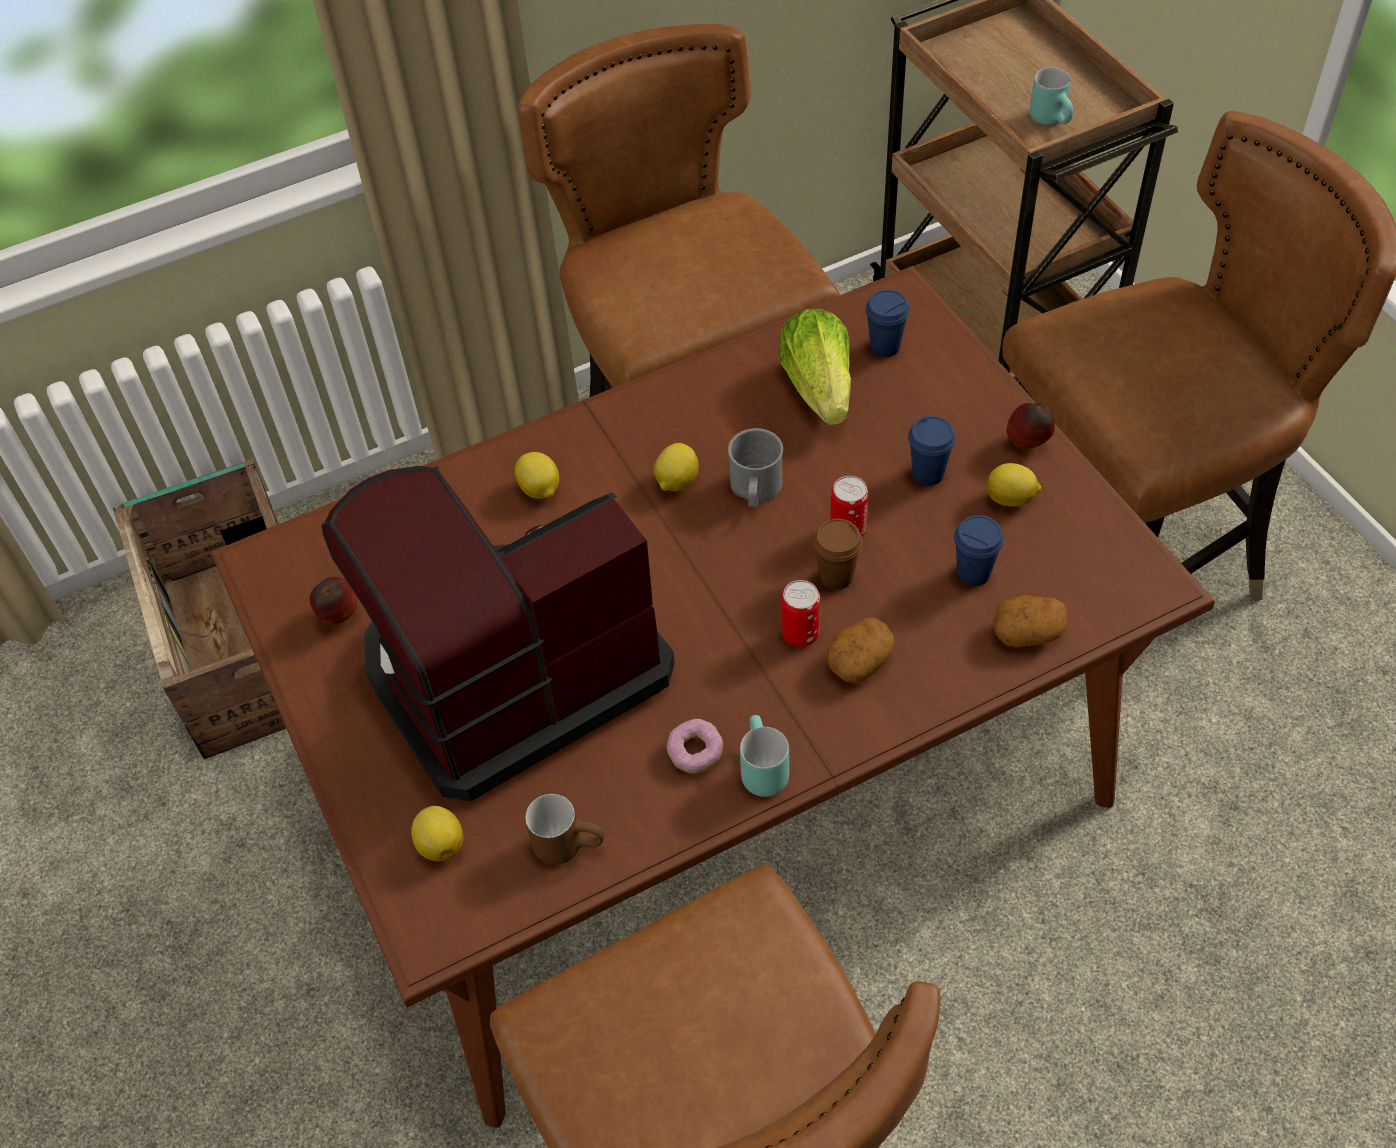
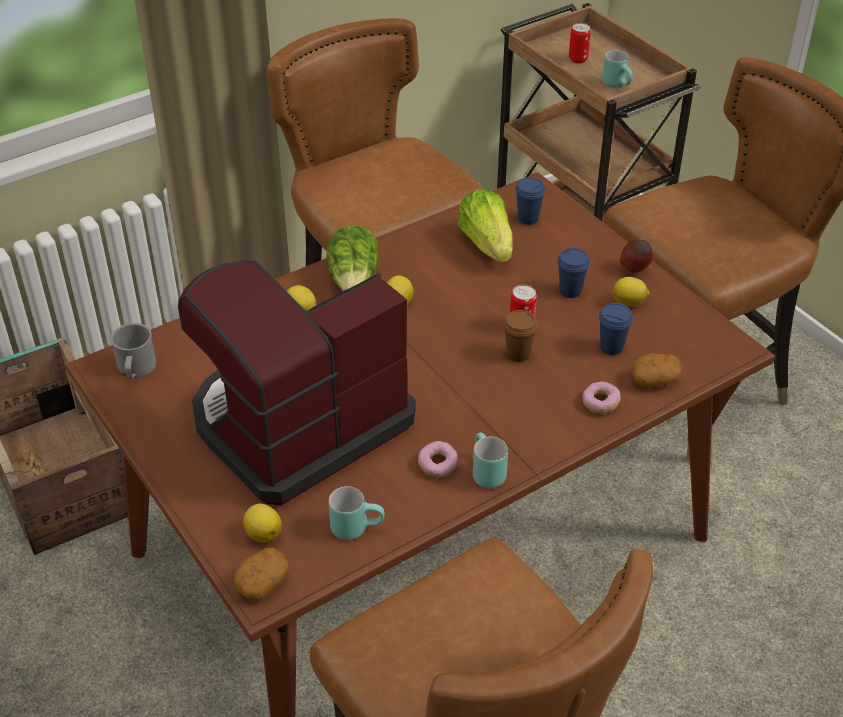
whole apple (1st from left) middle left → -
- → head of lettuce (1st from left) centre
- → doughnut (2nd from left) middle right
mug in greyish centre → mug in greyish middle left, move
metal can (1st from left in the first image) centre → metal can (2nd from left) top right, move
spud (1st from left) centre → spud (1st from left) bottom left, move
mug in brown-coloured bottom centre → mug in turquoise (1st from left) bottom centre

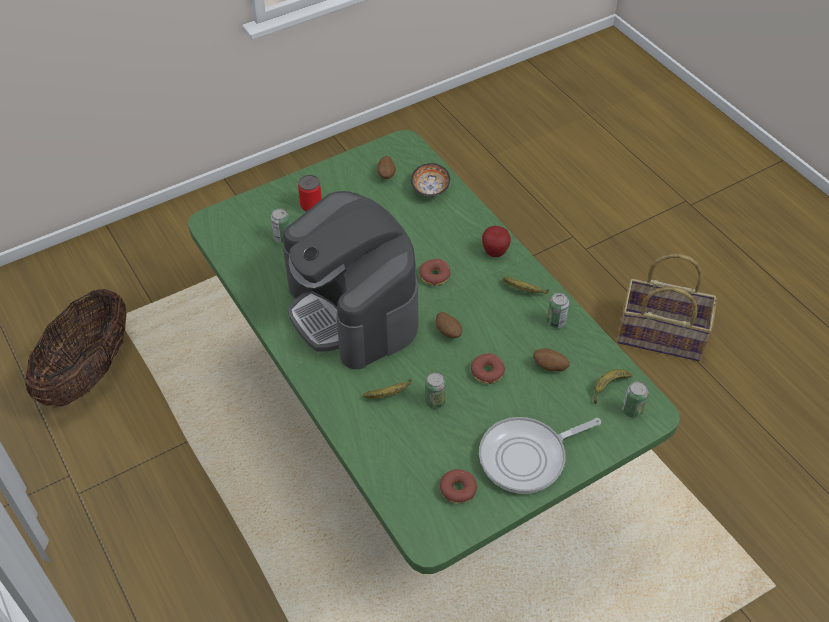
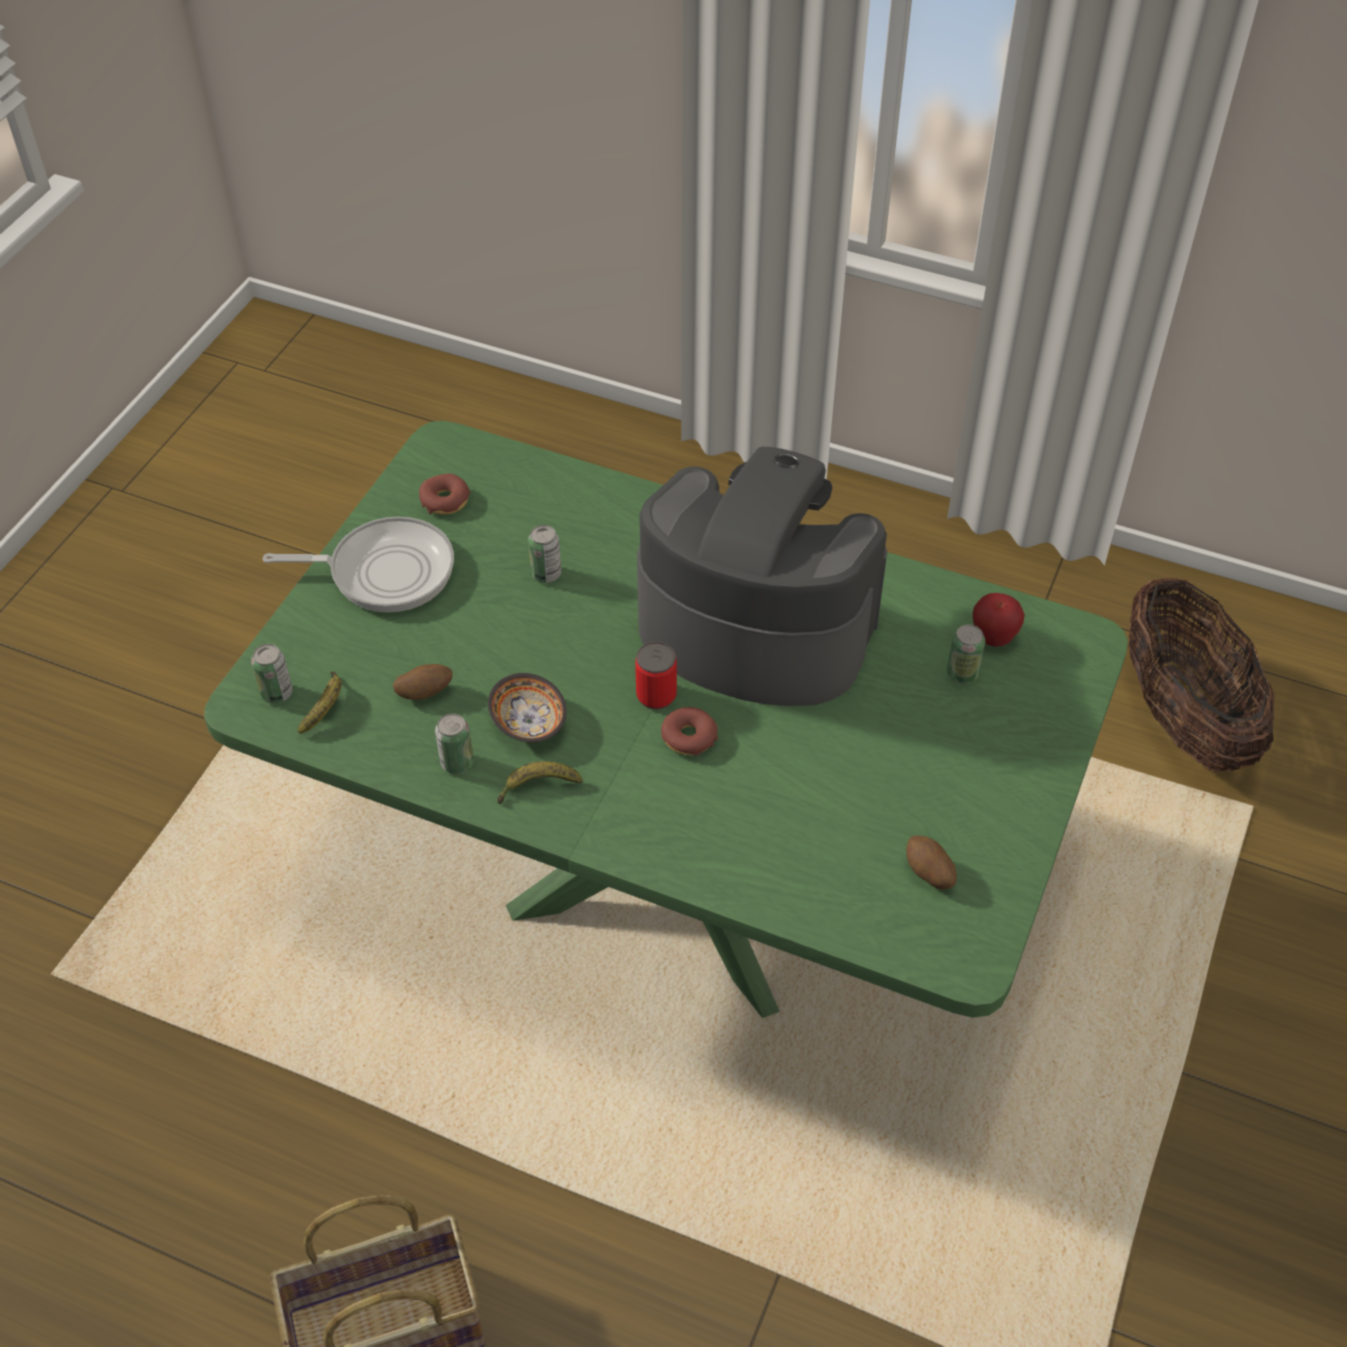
banana fruit (1st from left) centre → -
spud (2nd from left) centre → -
doughnut (3rd from left) centre → -
metal can (2nd from left in the first image) top centre → metal can (4th from left) centre, move
deep dish top centre → deep dish centre, move
whole apple centre → whole apple middle right, move
pan bottom centre → pan middle left, 60 degrees clockwise

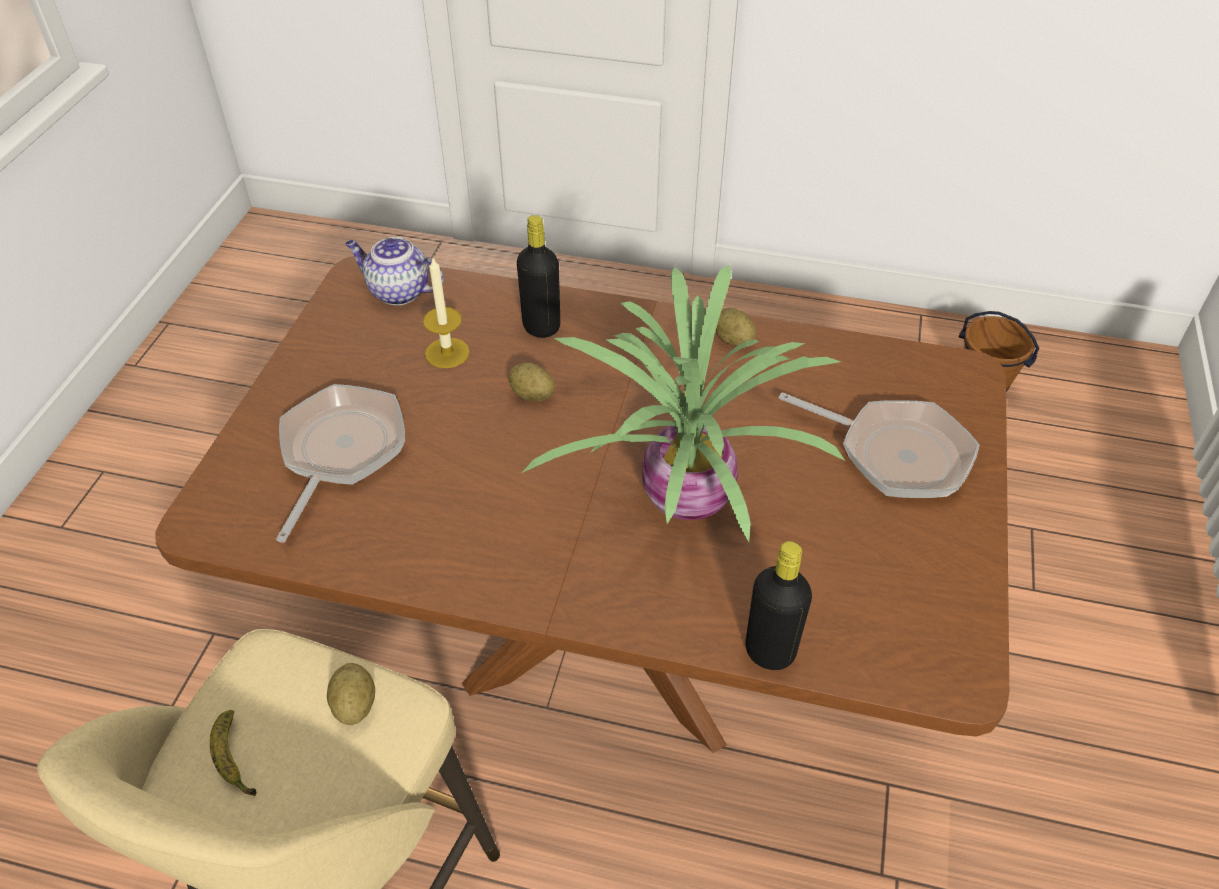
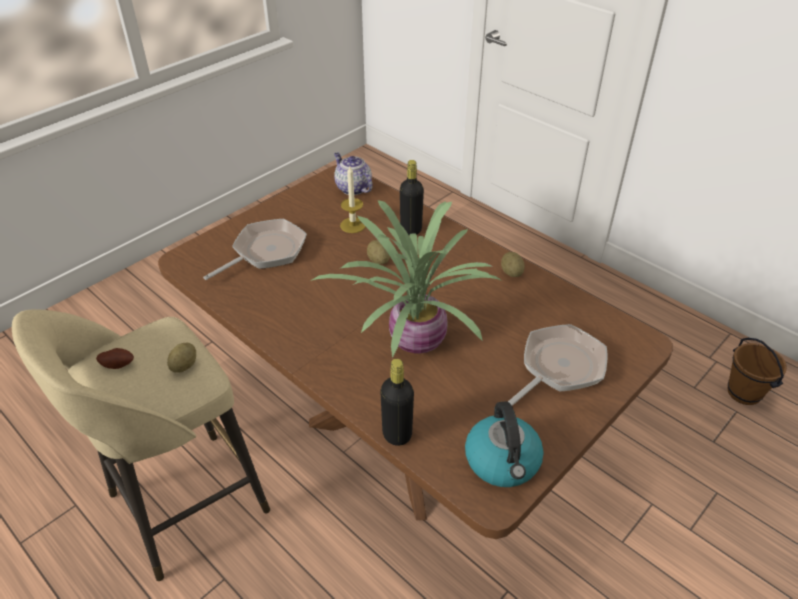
- → kettle bottom centre
banana fruit bottom left → spud (1st from left) middle left
pan (2nd from left) middle right, 105 degrees counterclockwise

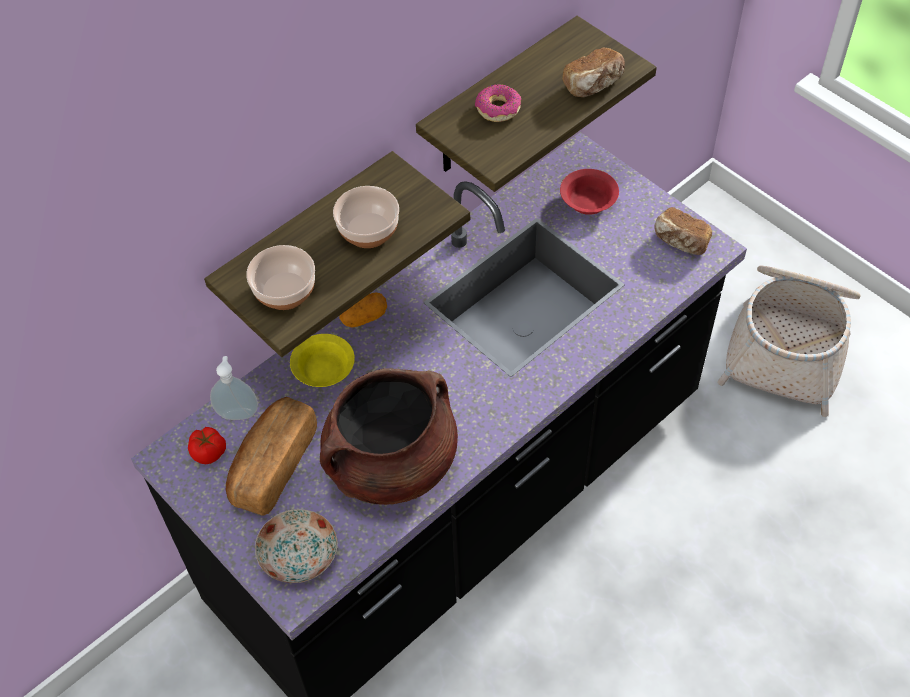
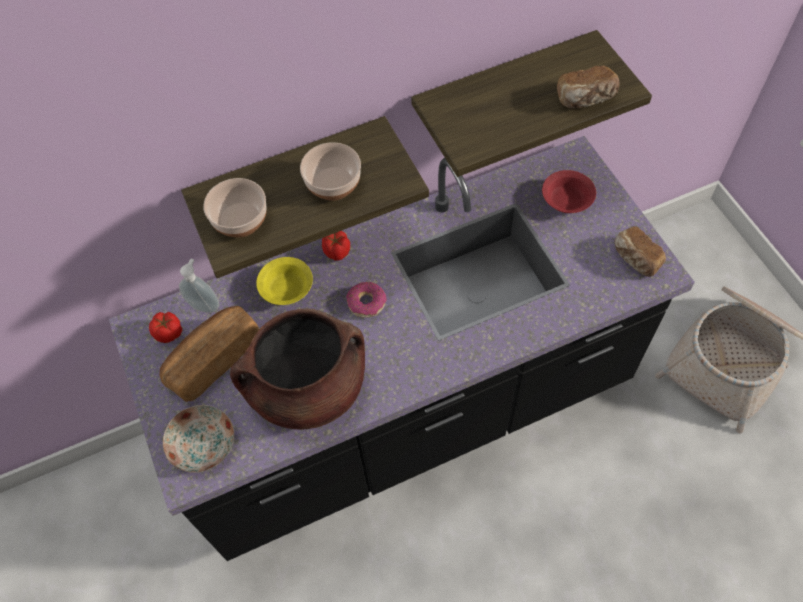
doughnut top centre → doughnut centre, move
spud centre → whole tomato (2nd from left) centre

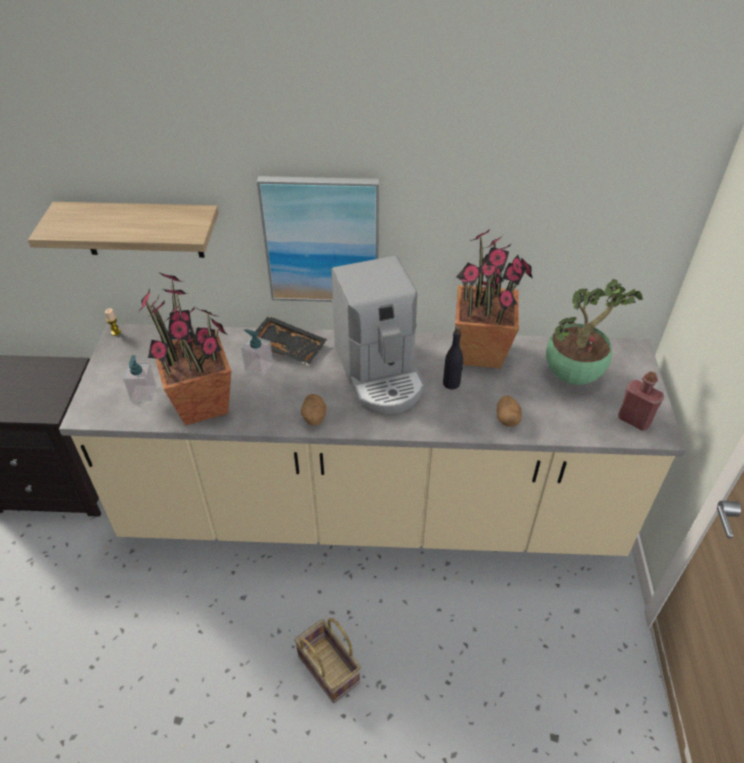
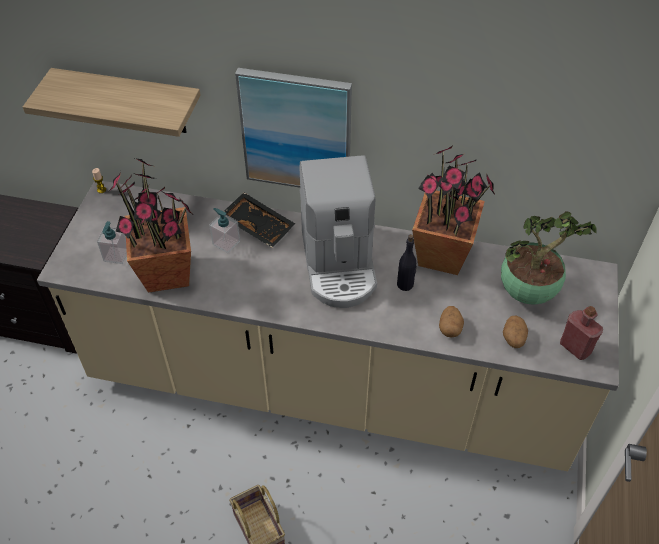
spud (1st from left in the first image) centre → spud (2nd from left) middle right, move

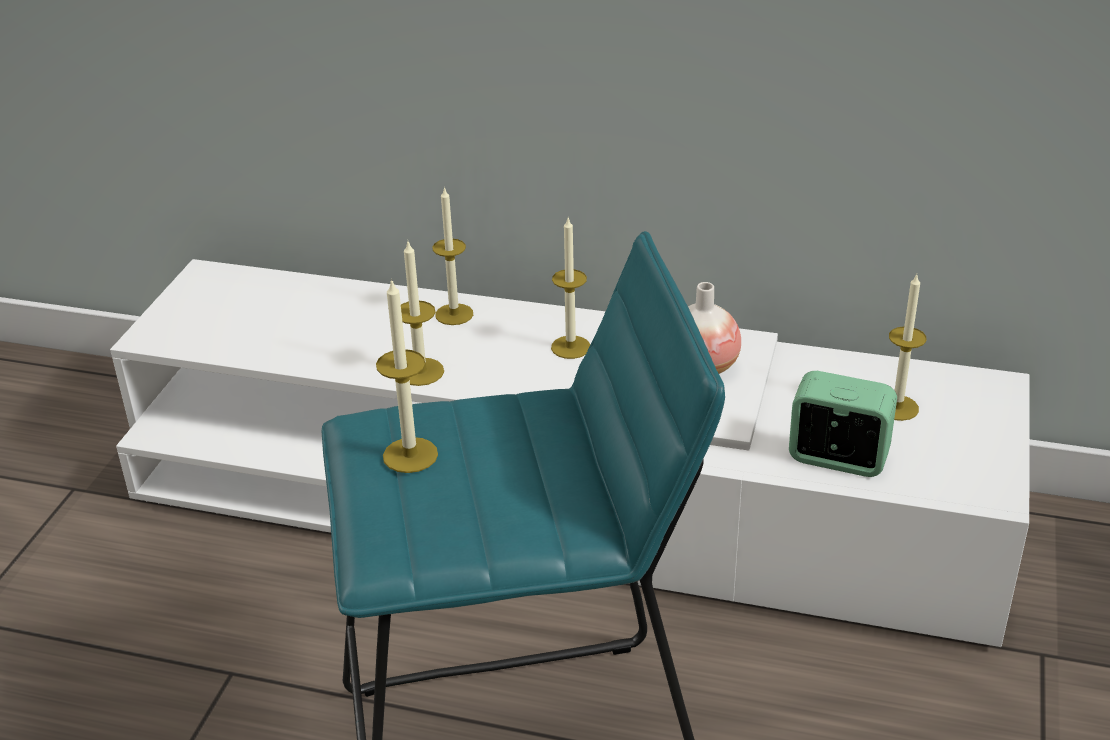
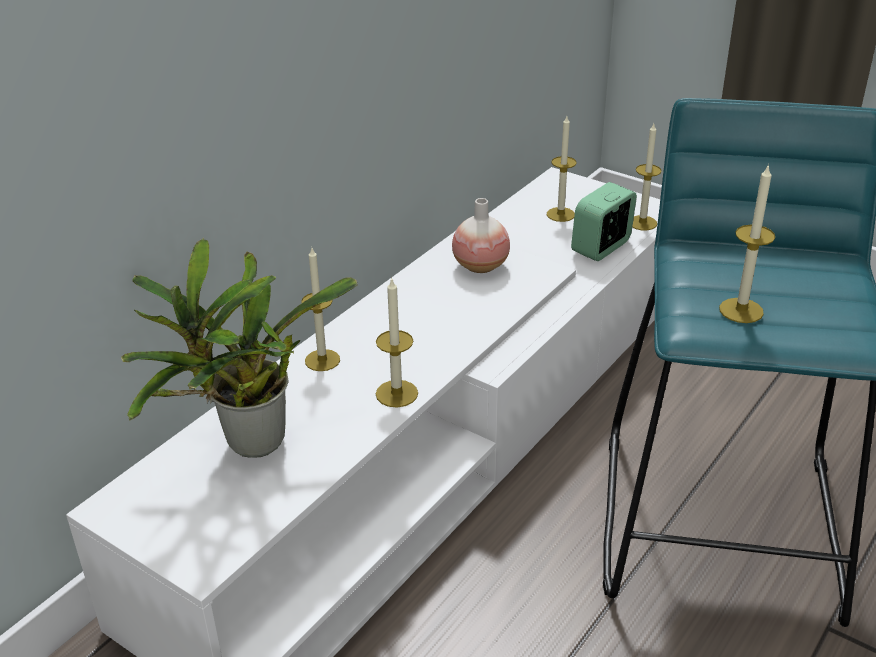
- → plant in a pot middle left
wax candle (4th from left) centre → wax candle (4th from left) top right, move

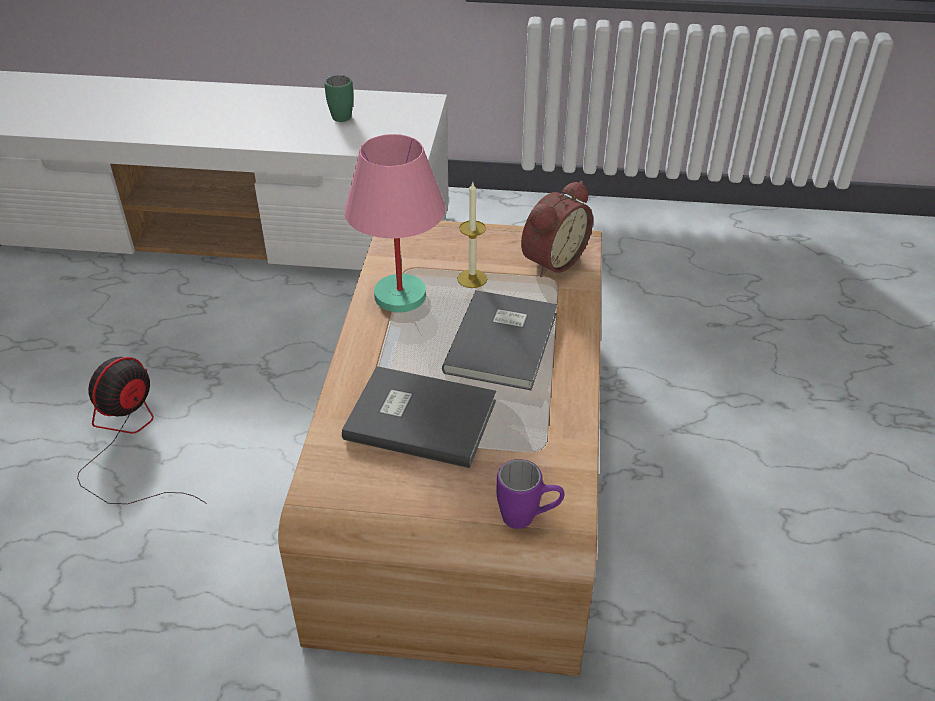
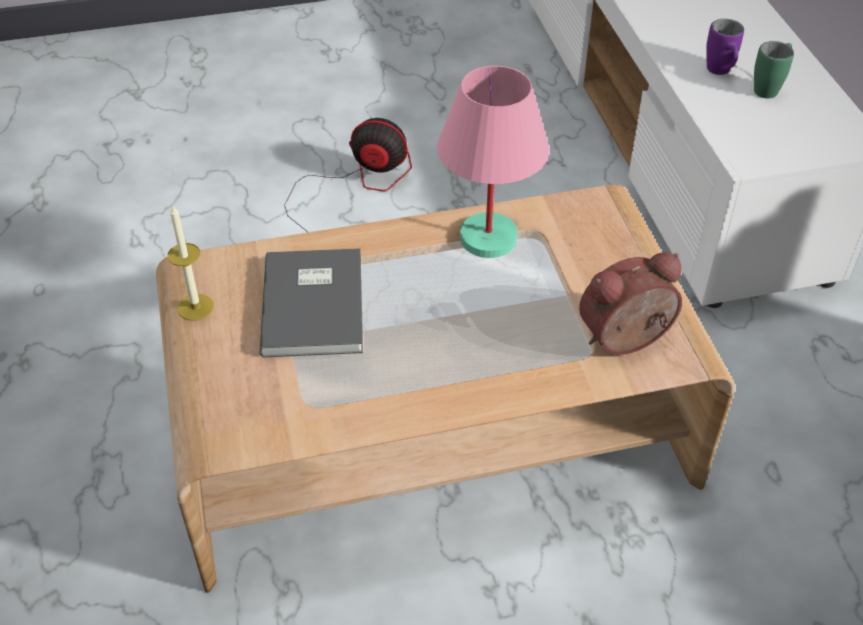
book in greyish (2nd from left) centre → -
wax candle centre → wax candle middle left, move
mug in purplish bottom centre → mug in purplish top right, move
alarm clock top centre → alarm clock middle right, 135 degrees clockwise

